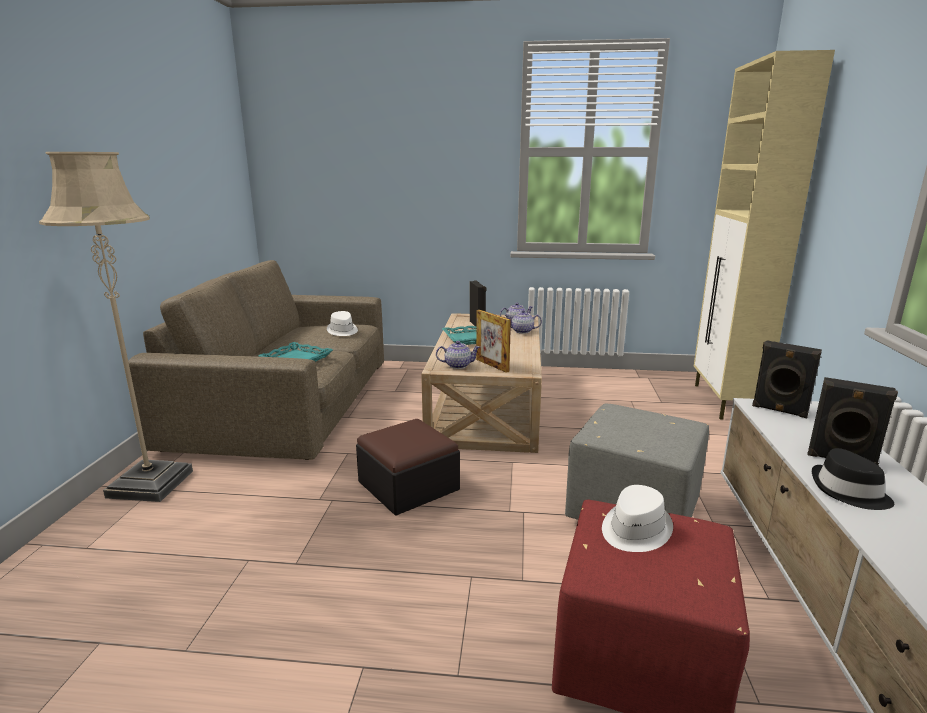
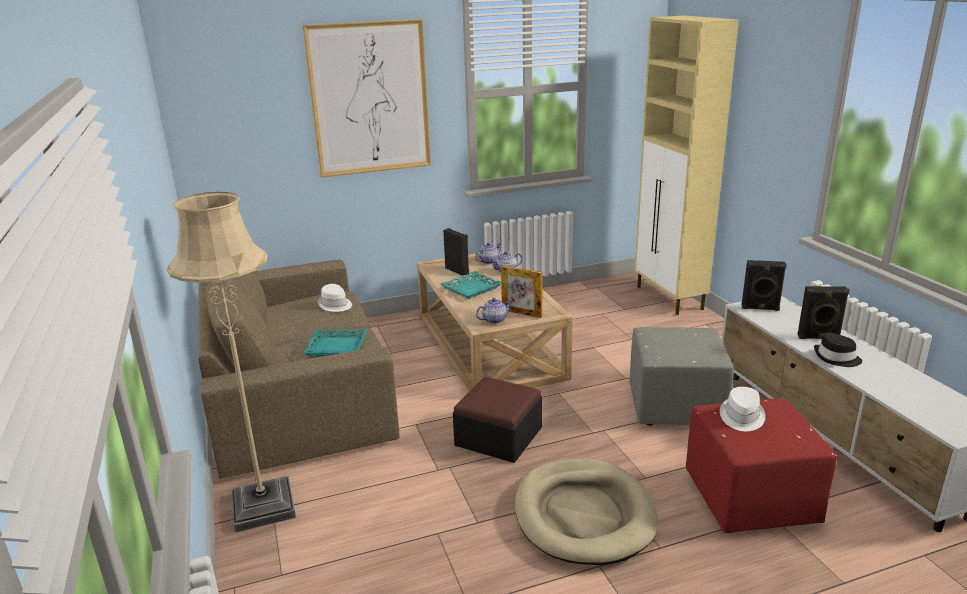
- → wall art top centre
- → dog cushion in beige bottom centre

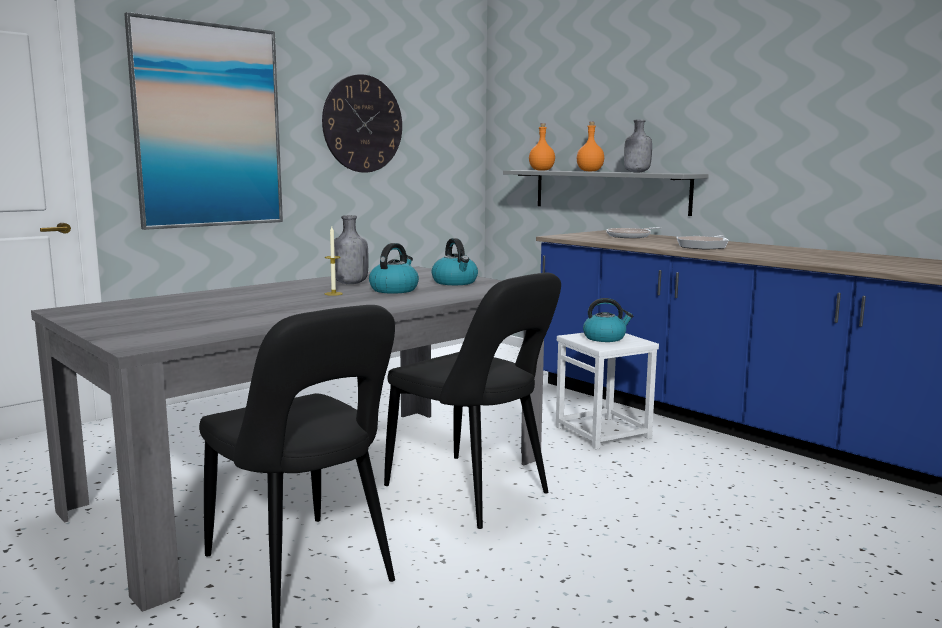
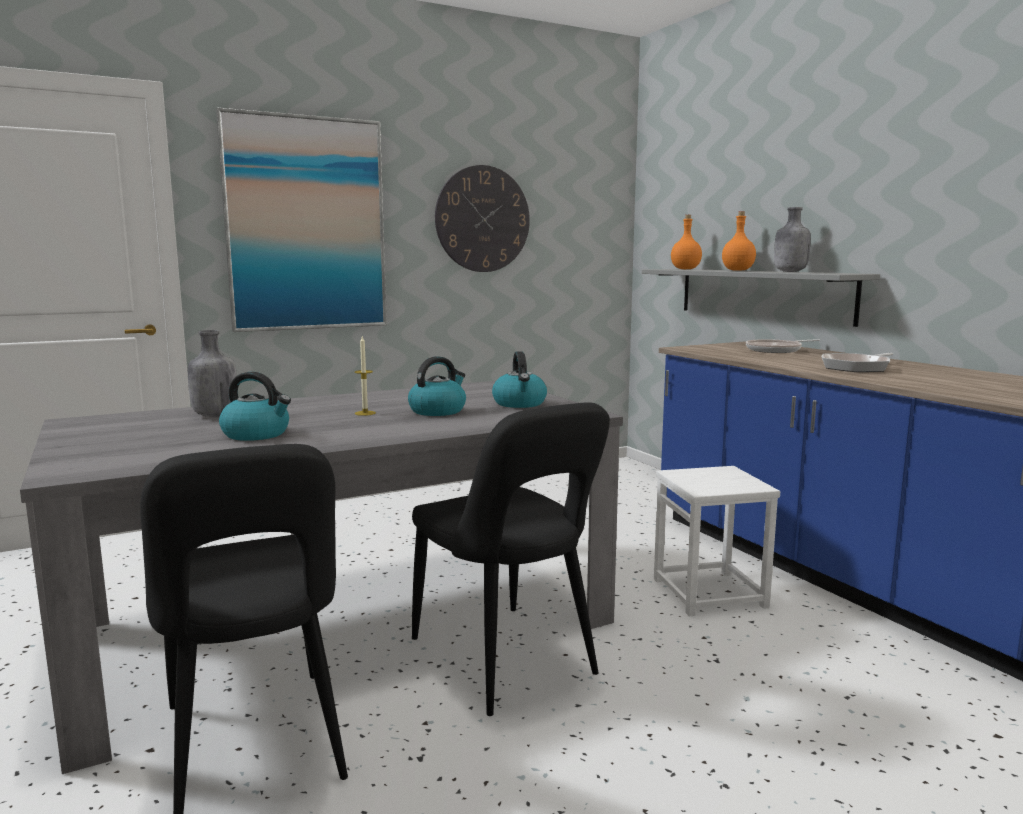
beverage bottle in greyish (1st from left) centre → beverage bottle in greyish (1st from left) middle left, move
kettle (3rd from left in the first image) centre → kettle (1st from left) middle left, move

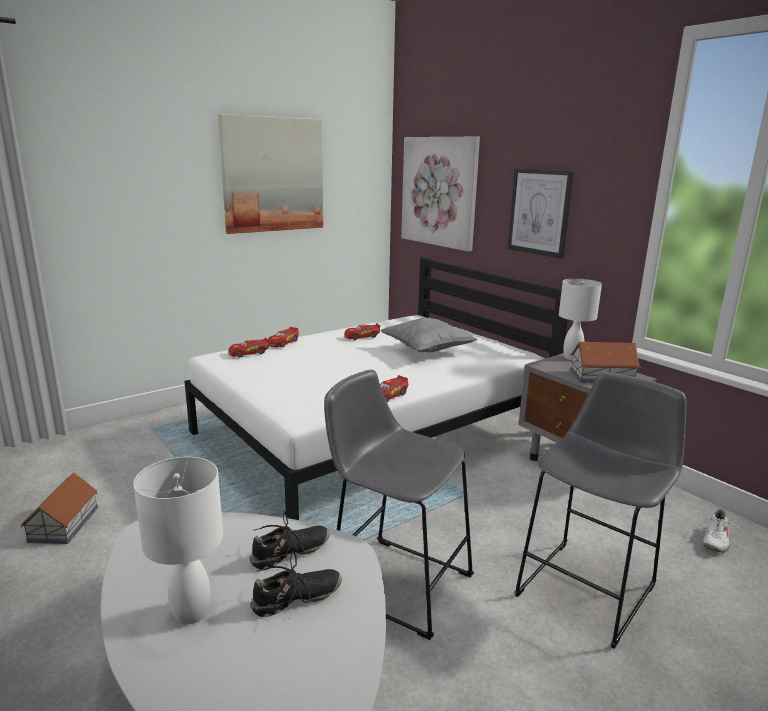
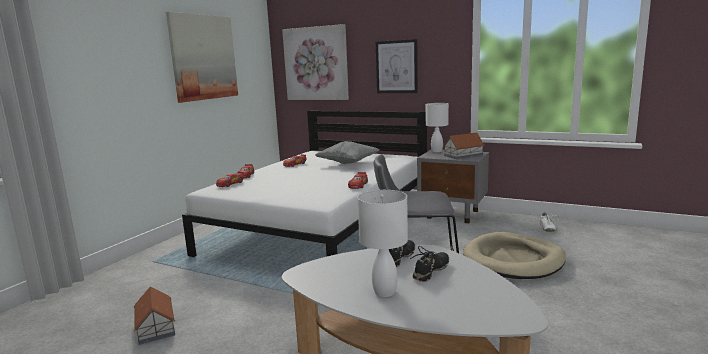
sitting stool in greyish (2nd from left) bottom right → dog cushion in beige bottom right

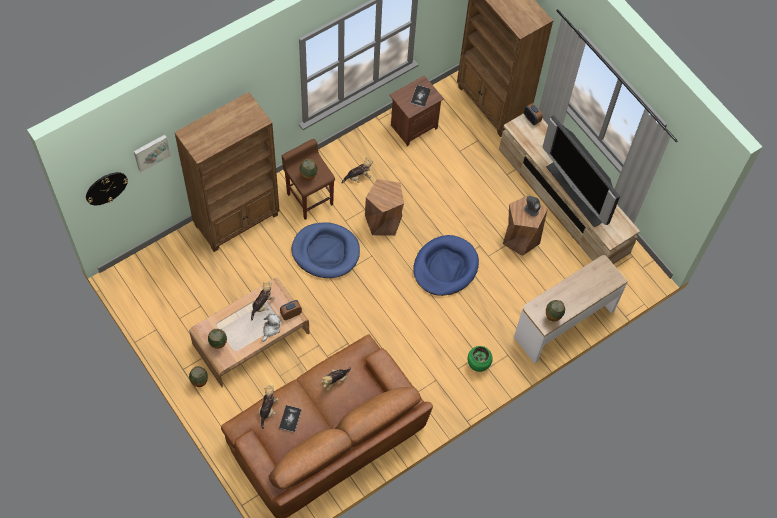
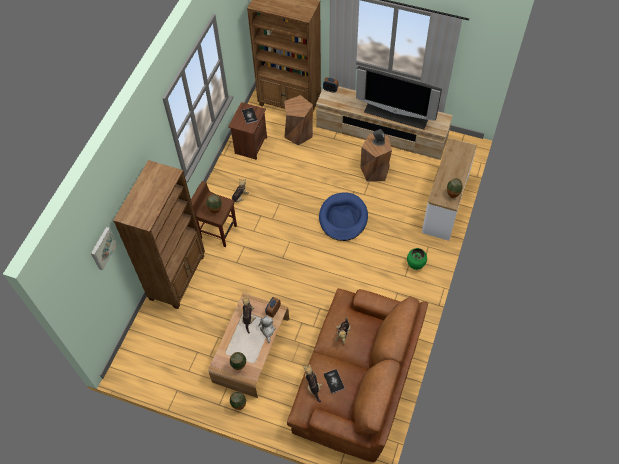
wall clock middle left → -
dog cushion in bluish (1st from left) centre → -
sitting stool in brown-coloured (2nd from left) centre → sitting stool in brown-coloured (2nd from left) top centre, move

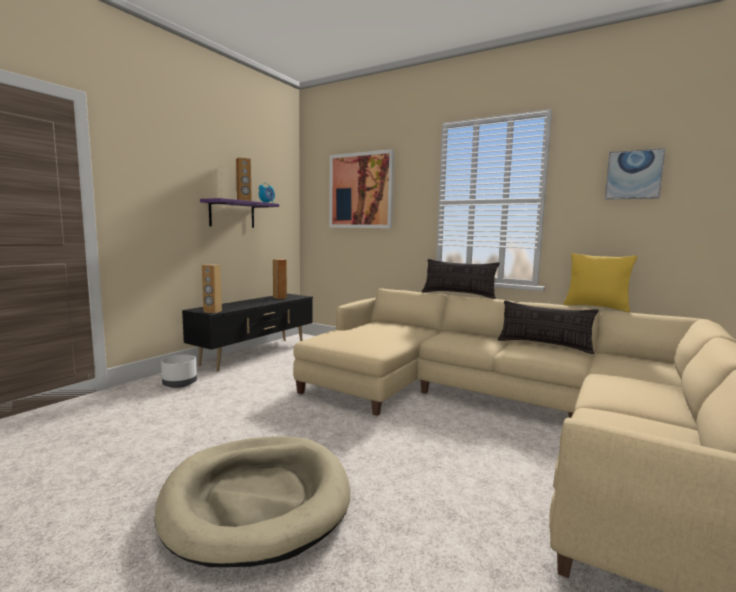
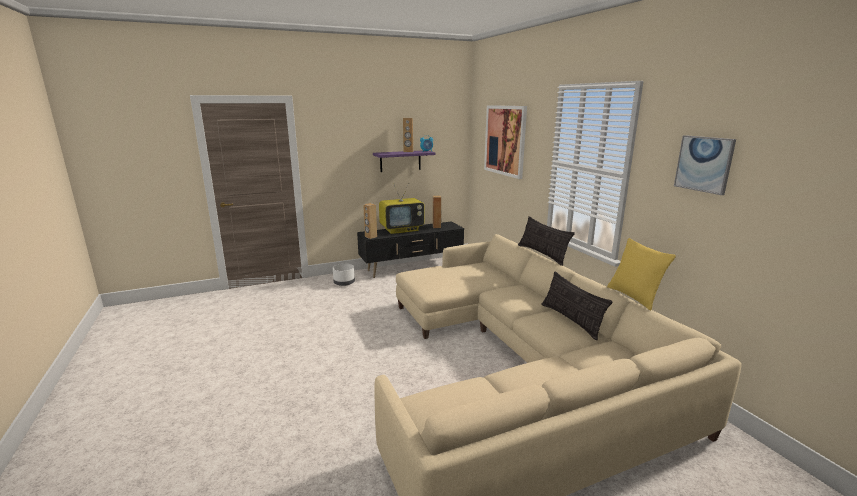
dog cushion in beige bottom centre → -
- → TV set centre

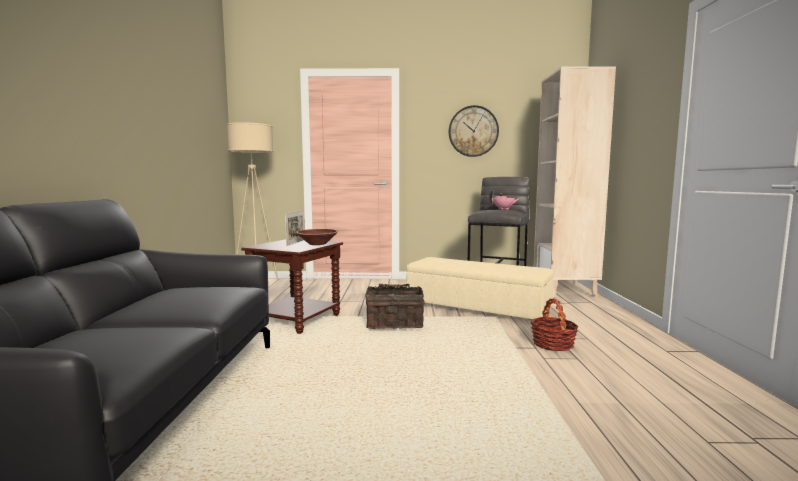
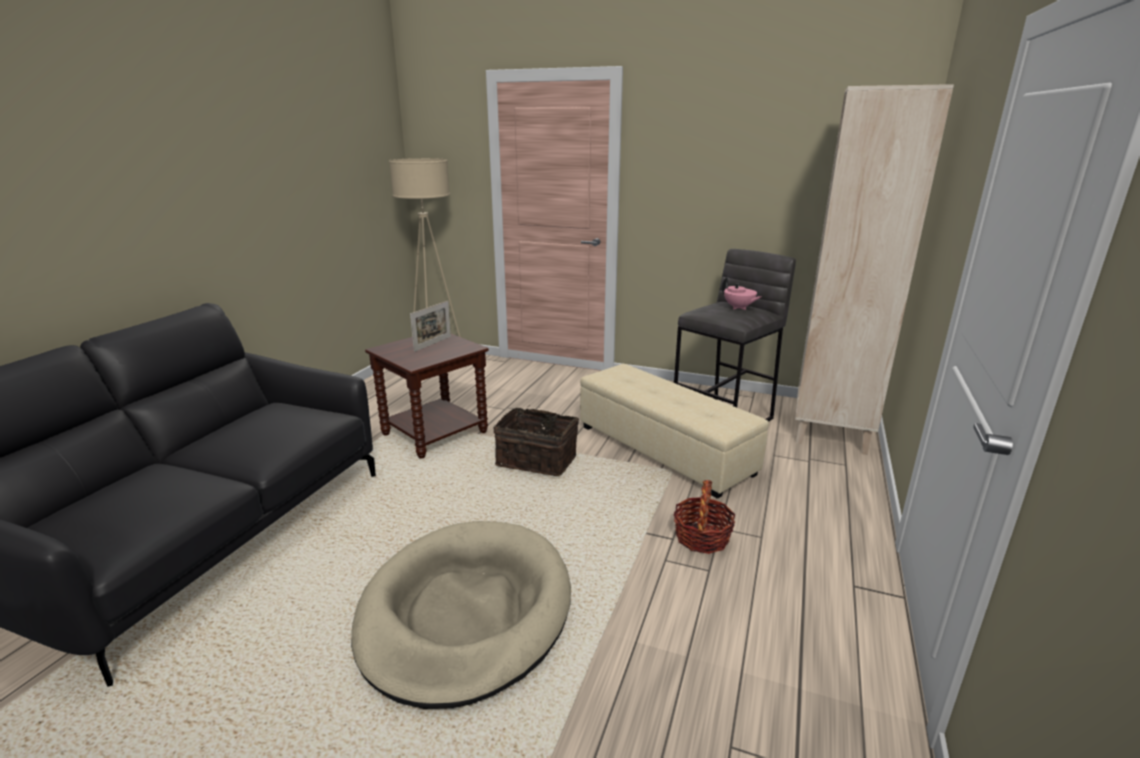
deep dish in brown-coloured centre → -
wall clock top centre → -
- → dog cushion in beige bottom centre

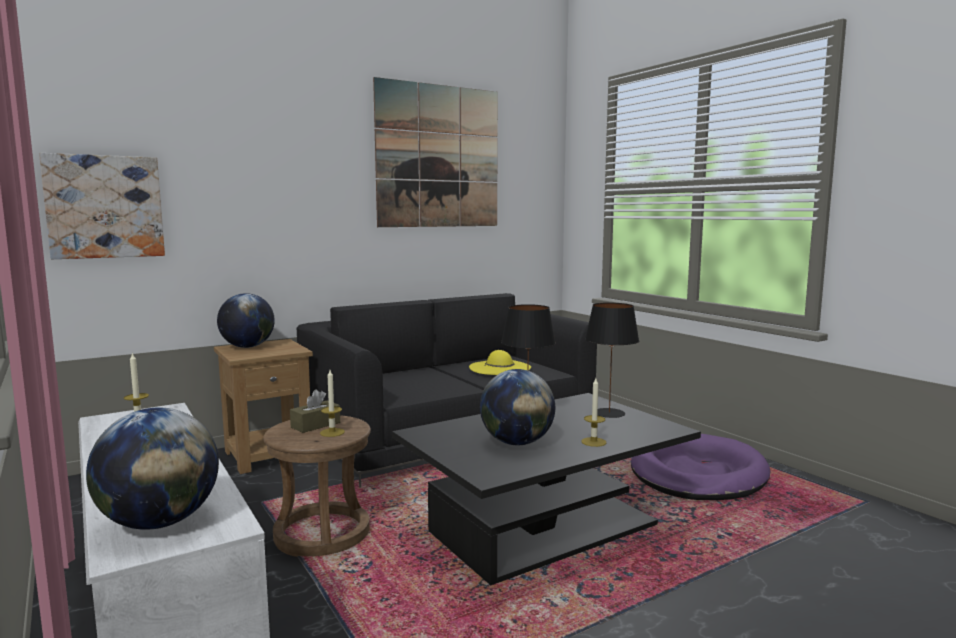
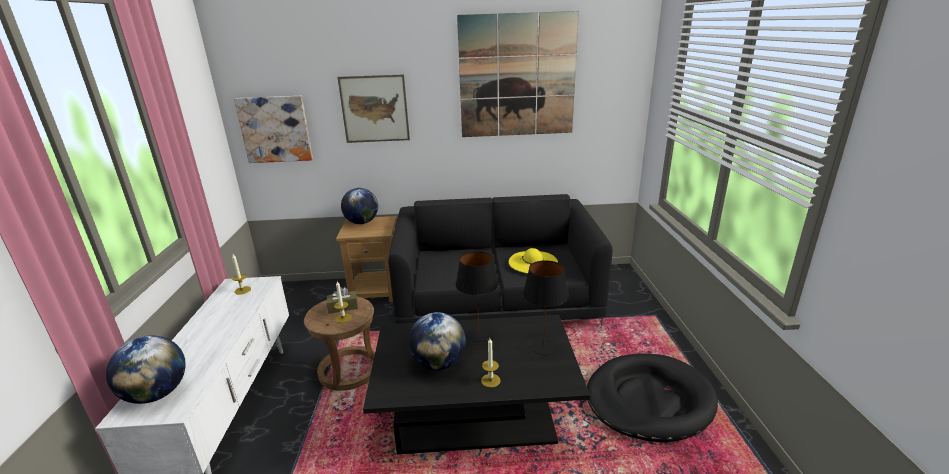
- → wall art (2nd from left) top centre
dog cushion in purplish bottom right → dog cushion in blackish bottom right

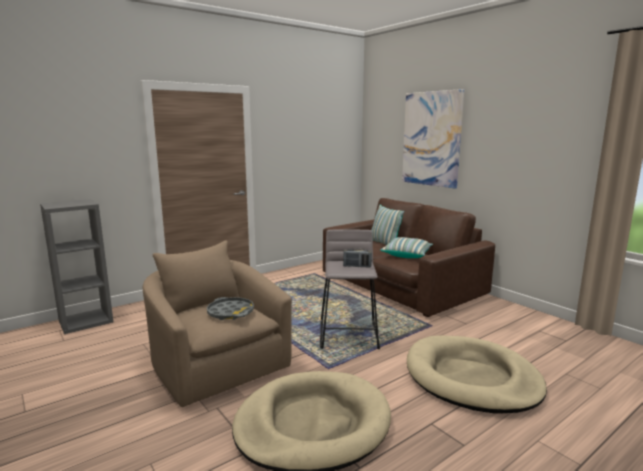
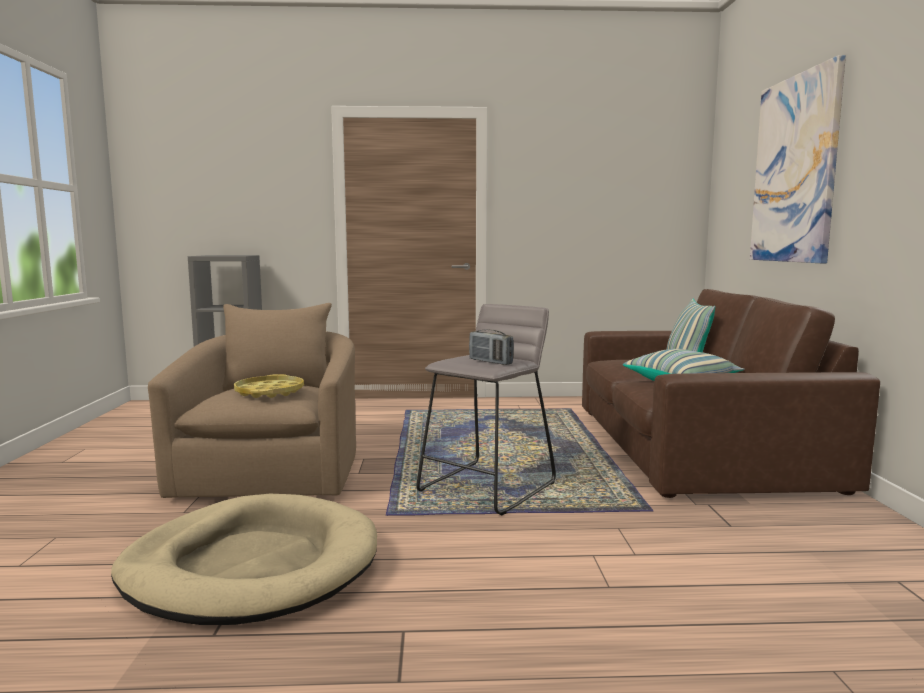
dog cushion in beige (2nd from left) bottom right → -
tray in greyish centre → tray in yellow middle left

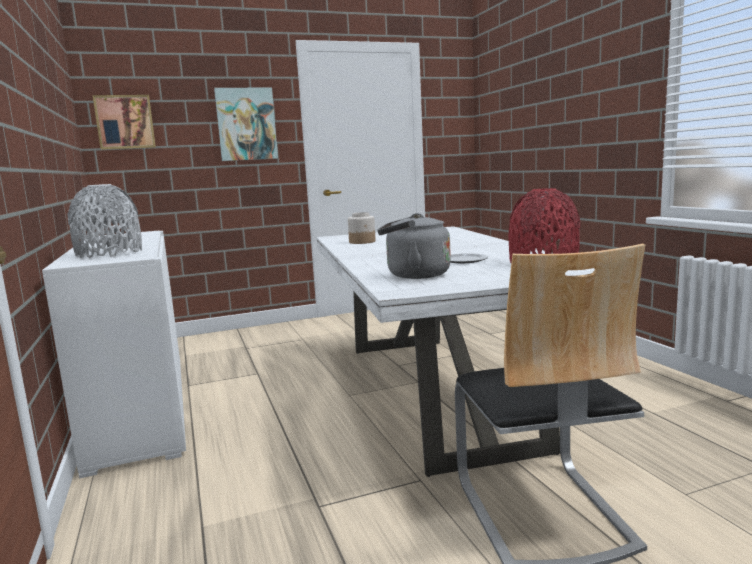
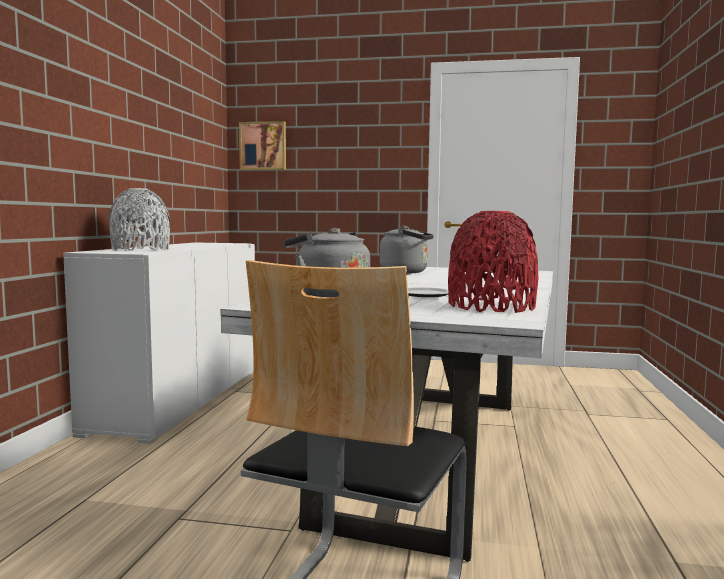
wall art (2nd from left) top left → -
jar centre → kettle in greyish (2nd from left) centre

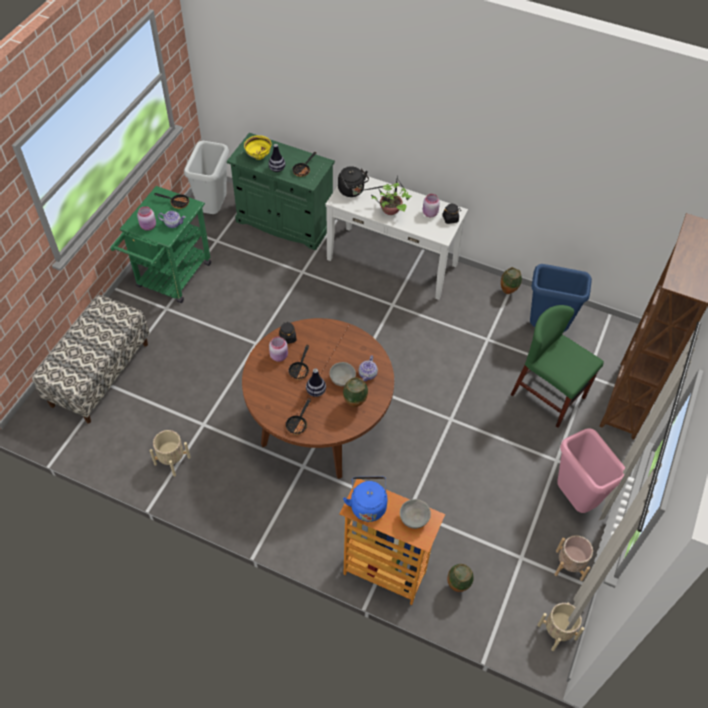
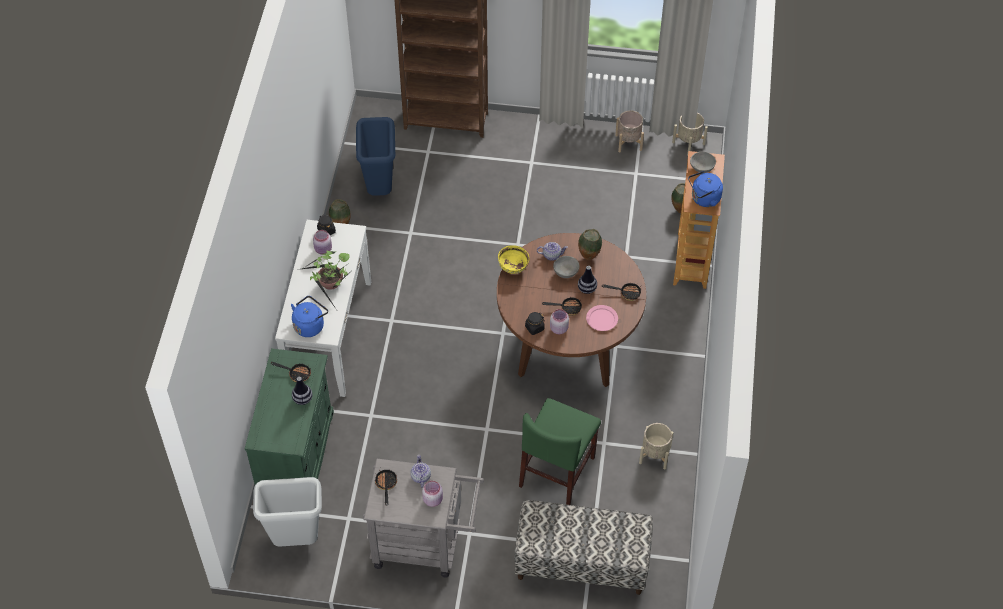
rubbish bin in pink middle right → -
- → plate in pink centre
deep dish in yellow top centre → deep dish in yellow centre, move
upright chair in green-coloured middle right → upright chair in green-coloured bottom centre, move
cart in green-coloured middle left → cart in greyish bottom centre
kettle in blackish top centre → kettle in bluish (1st from left) middle left

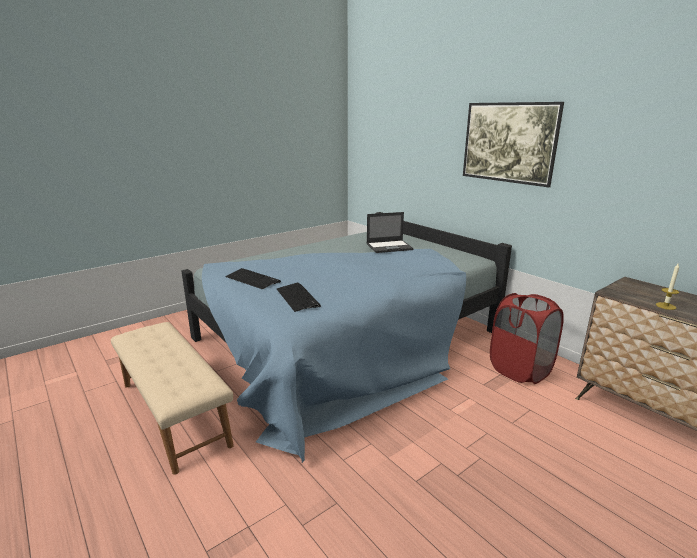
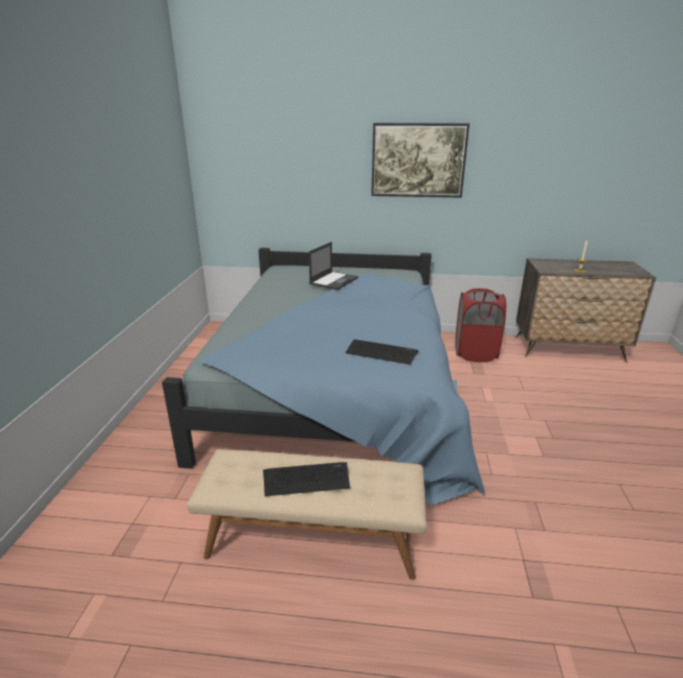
computer keyboard (1st from left) centre → computer keyboard (1st from left) bottom centre, move

